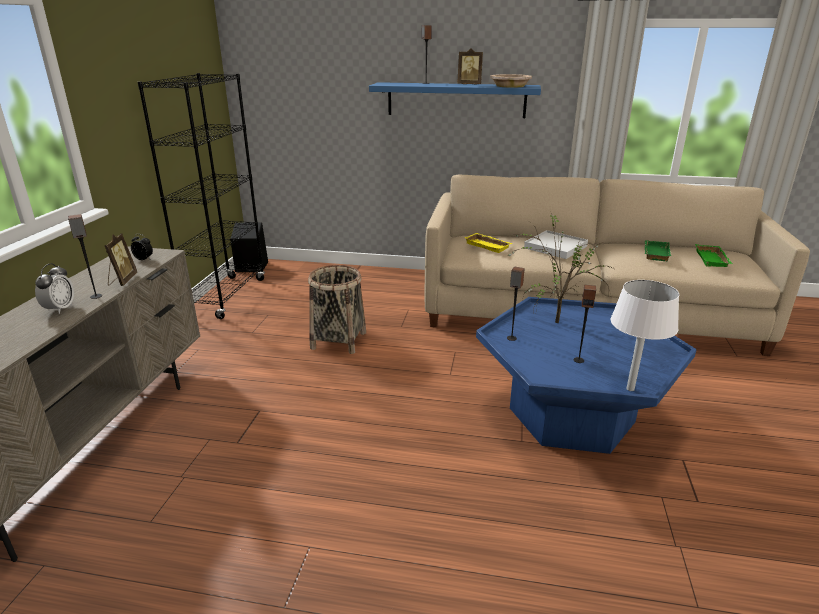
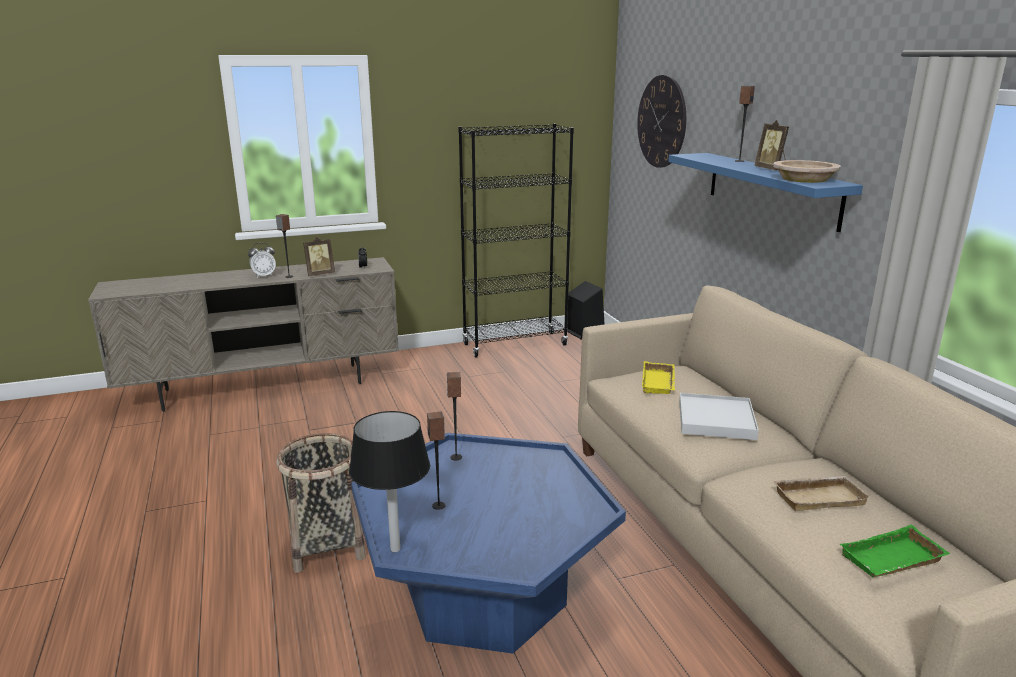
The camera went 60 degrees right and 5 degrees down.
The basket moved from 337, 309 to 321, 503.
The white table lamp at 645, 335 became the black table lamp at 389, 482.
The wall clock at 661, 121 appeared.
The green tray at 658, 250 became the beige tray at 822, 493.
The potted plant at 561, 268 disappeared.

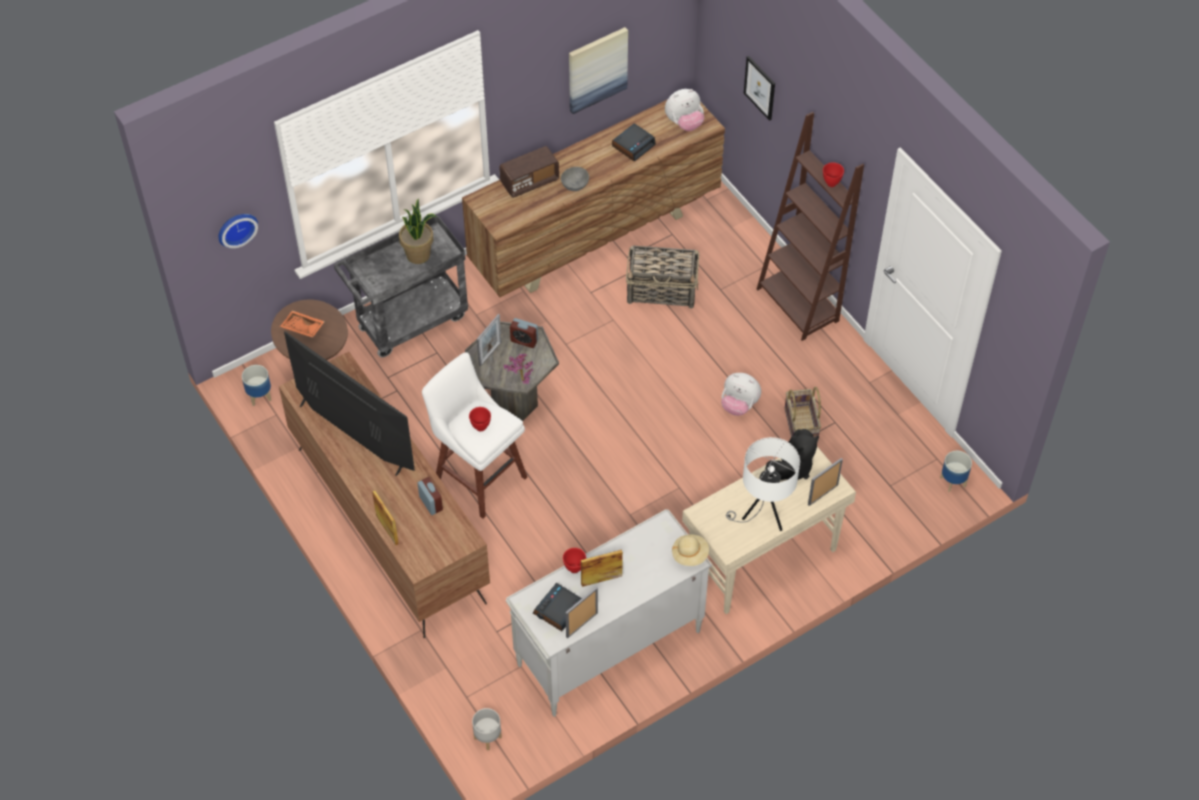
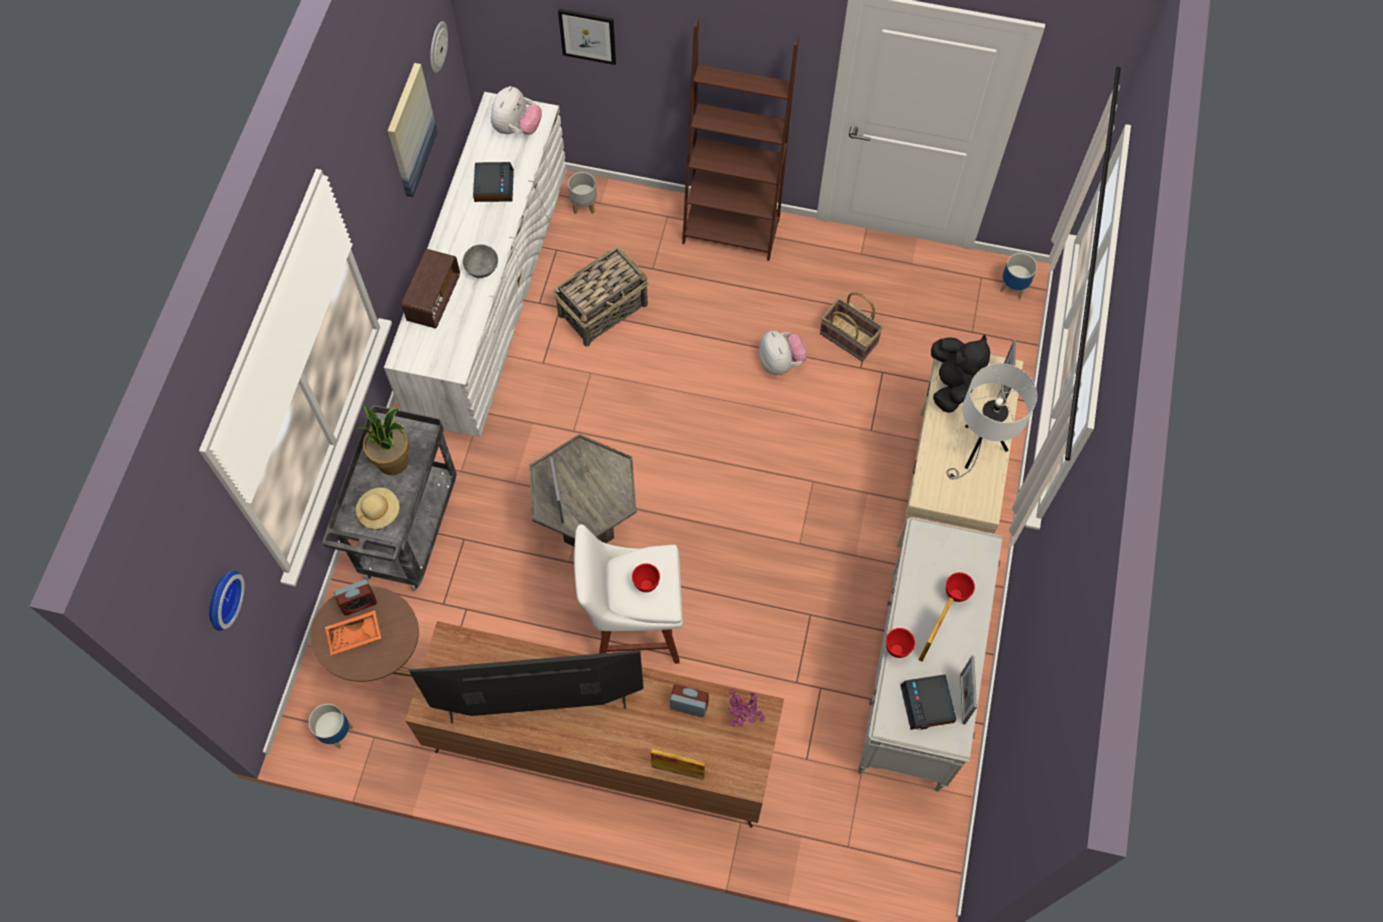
The camera went 45 degrees left and 10 degrees up.
The alarm clock moved from 524, 333 to 355, 597.
The beige hat moved from 690, 550 to 377, 508.
The brown cabinet at 593, 198 became the white cabinet at 475, 264.
The wall clock at 439, 47 appeared.
The grey planter moved from 487, 729 to 582, 193.
The potted plant moved from 518, 369 to 746, 707.
The plush toy at 741, 394 turned 90 degrees counterclockwise.
The red bowl moved from 833, 174 to 960, 587.

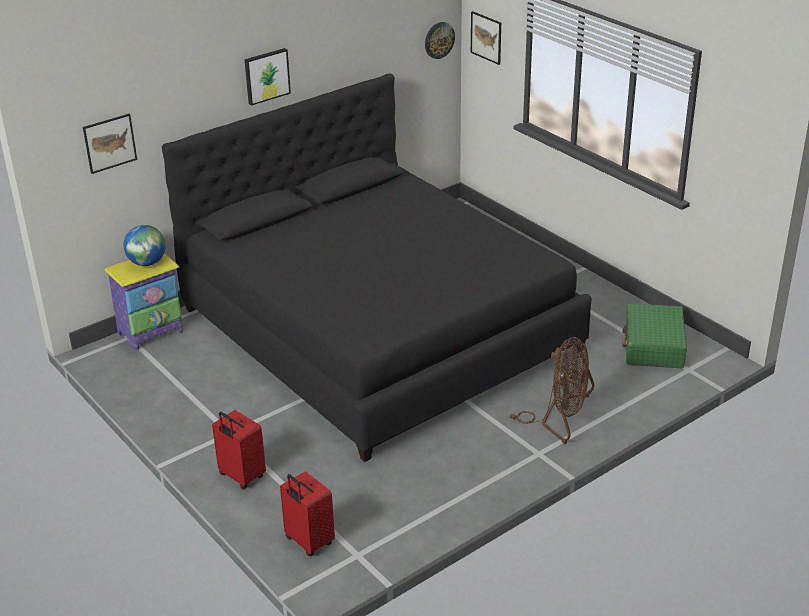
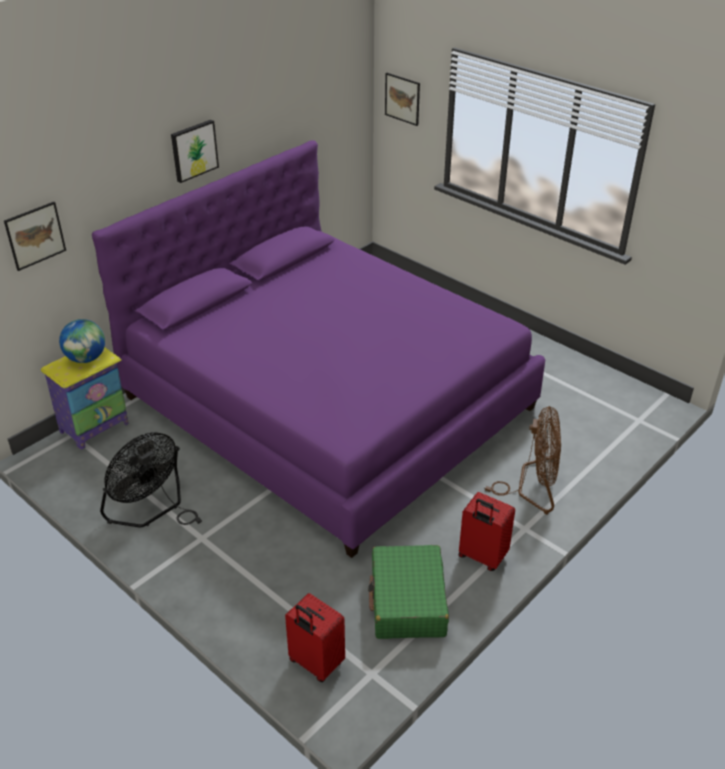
The camera went 10 degrees left and 5 degrees up.
The black bed at 377, 268 became the purple bed at 319, 349.
The black fan at 151, 479 appeared.
The green suitcase moved from 654, 335 to 408, 592.
The red suitcase moved from 239, 449 to 487, 531.
The wall clock at 440, 40 disappeared.

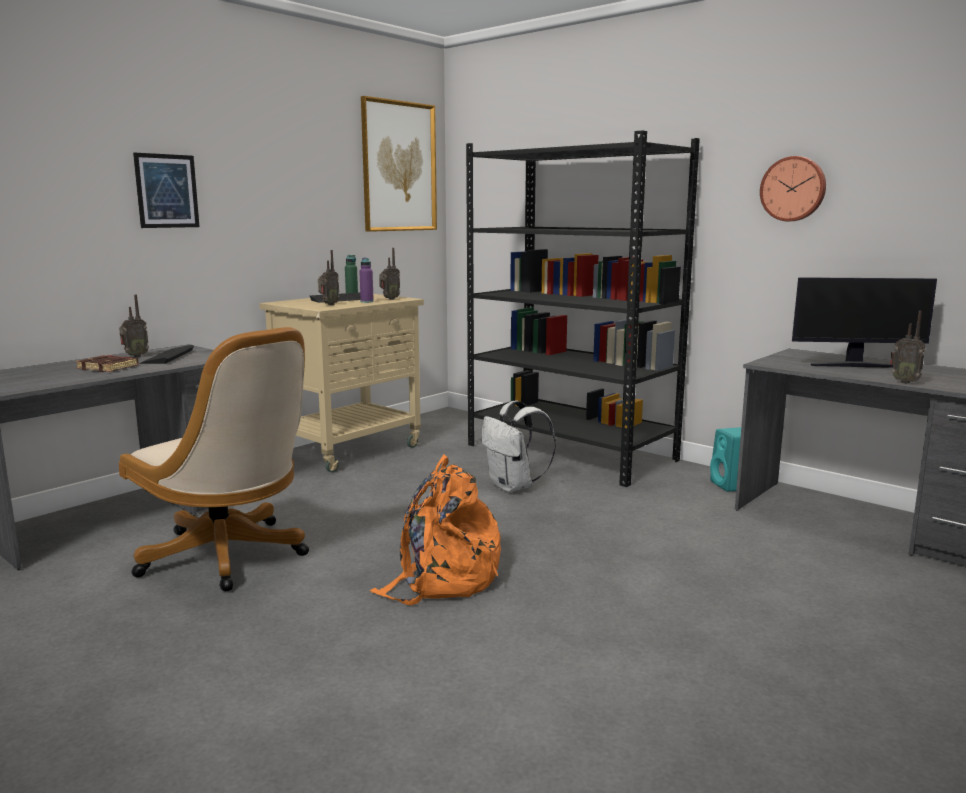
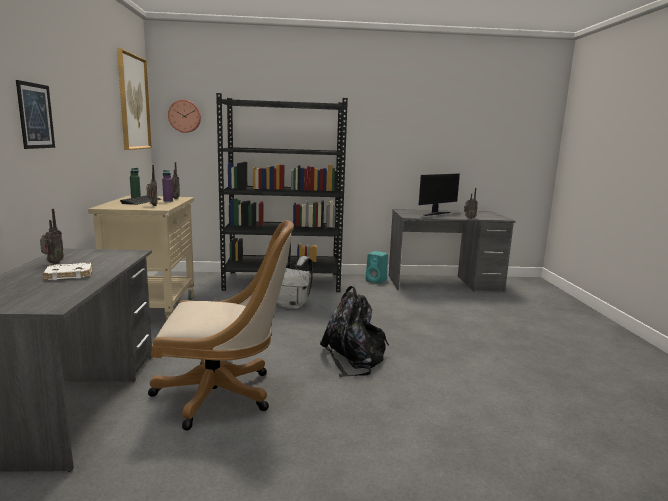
The camera went 45 degrees left and 0 degrees up.
The brown book at 107, 363 became the white book at 67, 271.
The wall clock moved from 793, 188 to 184, 116.
The orange backpack at 435, 530 became the black backpack at 354, 331.
The keyboard at 166, 354 disappeared.

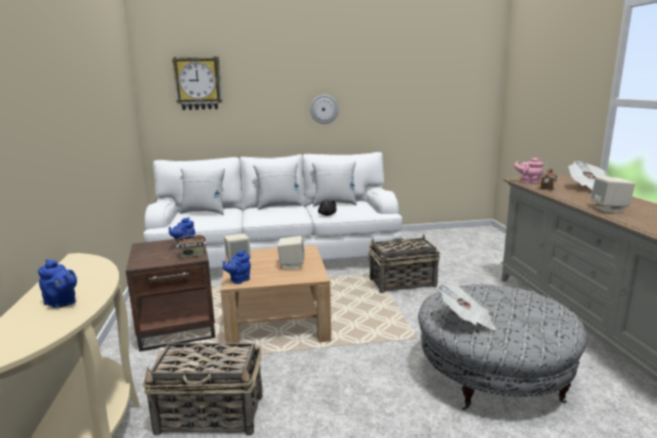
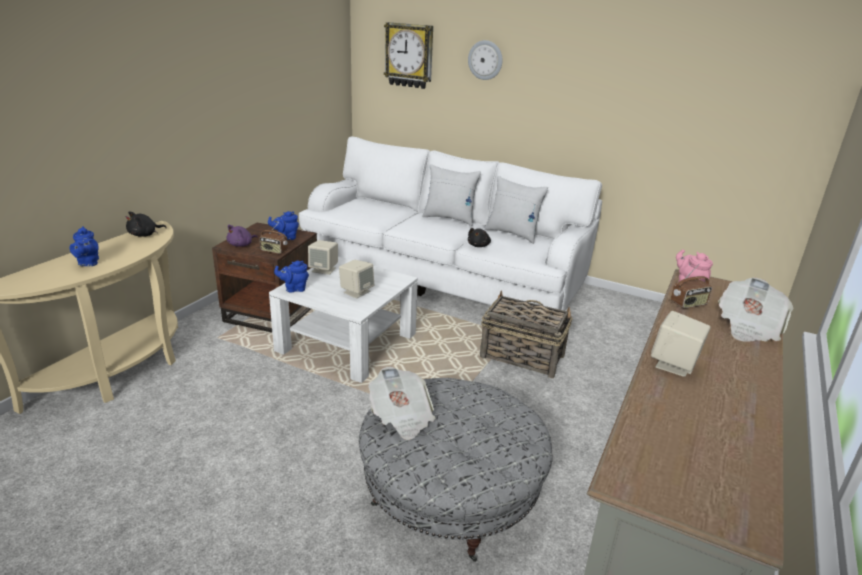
The camera went 35 degrees right and 10 degrees up.
The black plush toy at 146, 224 appeared.
The purple plush toy at 242, 236 appeared.
The brown coffee table at 276, 294 became the white coffee table at 343, 319.
The wall clock moved from 324, 109 to 485, 60.
The basket at 202, 389 disappeared.
The grey pillow at 202, 191 disappeared.

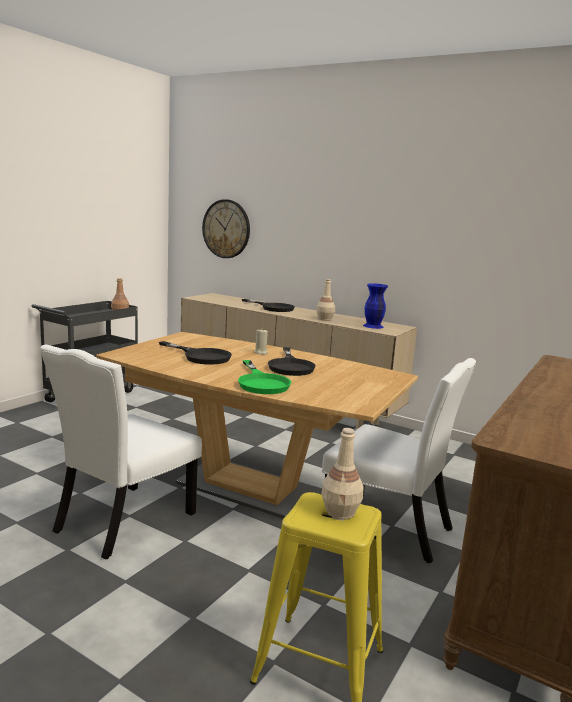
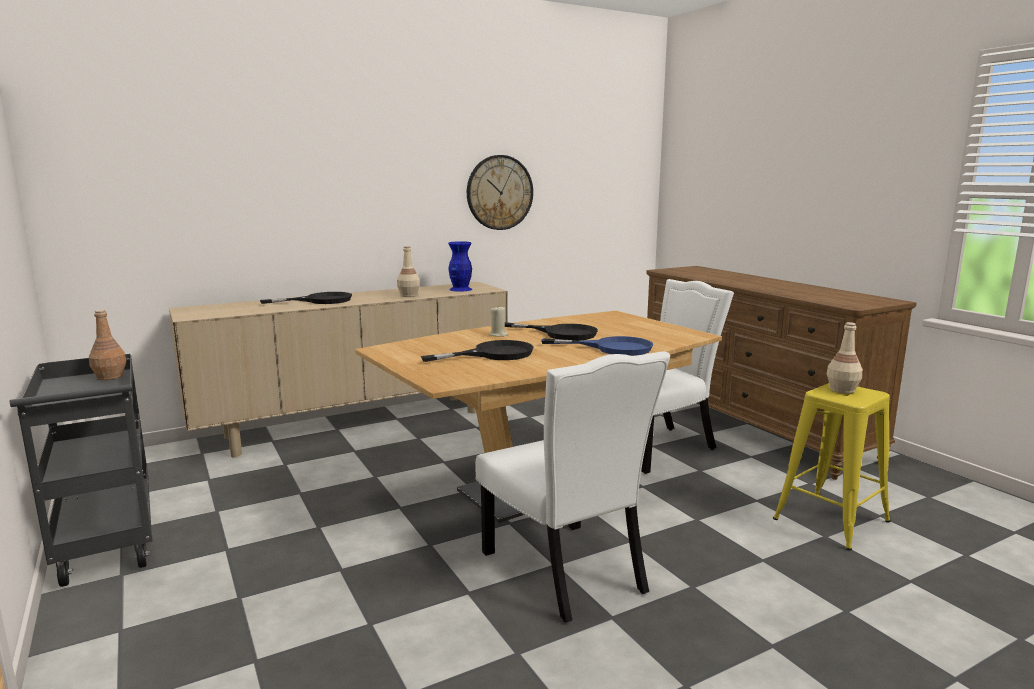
The camera went 60 degrees left and 0 degrees up.
The wall clock moved from 226, 228 to 500, 192.
The green frying pan at 264, 377 became the blue frying pan at 597, 346.

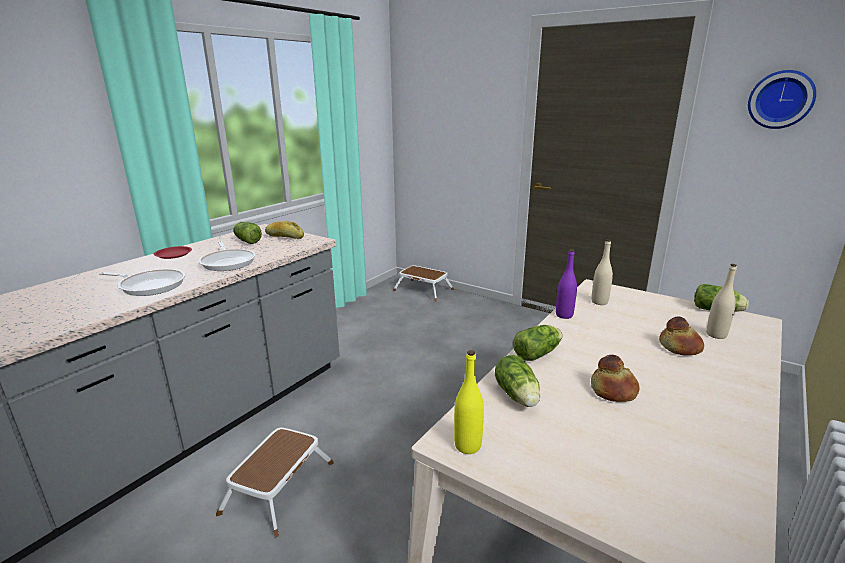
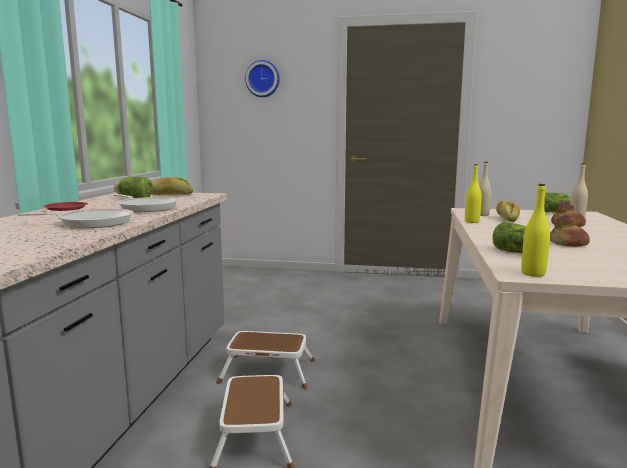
The camera went 25 degrees left and 10 degrees down.
The brown step ladder moved from 423, 283 to 265, 360.
The wall clock moved from 782, 99 to 262, 78.
The purple bottle at 566, 284 became the yellow bottle at 473, 193.
The bread at 508, 211 appeared.
The lettuce at 537, 343 disappeared.

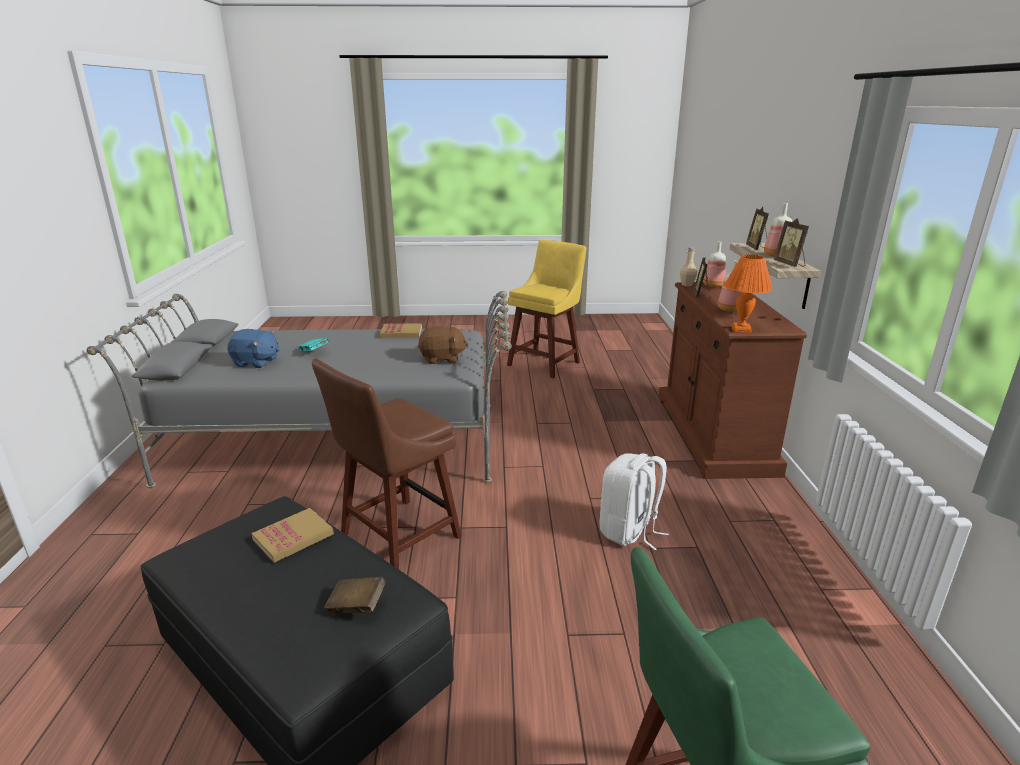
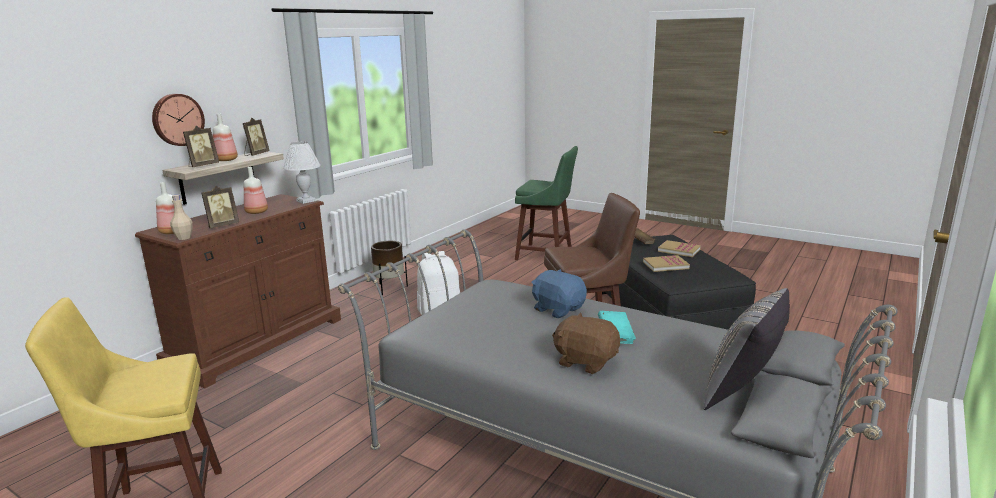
The camera went 145 degrees left and 5 degrees down.
The wall clock at 178, 120 appeared.
The orange table lamp at 748, 293 became the white table lamp at 302, 173.
The brown planter at 389, 268 appeared.
The blue plush toy moved from 253, 348 to 559, 293.
The brown plush toy moved from 443, 345 to 586, 343.
The book moved from 401, 330 to 679, 248.
The grey pillow at 746, 349 appeared.

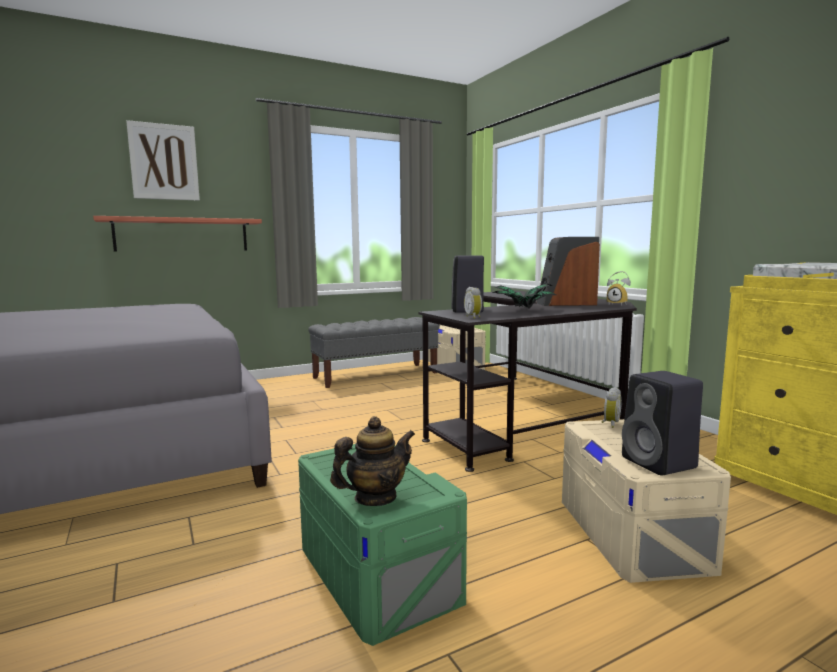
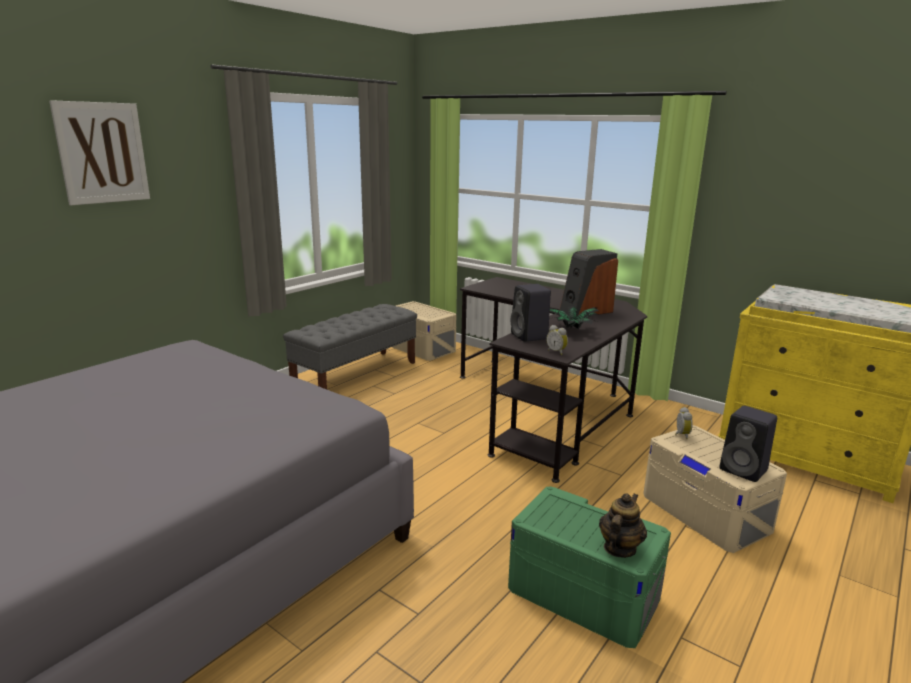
The camera went 25 degrees left and 10 degrees up.
The shelf at 177, 233 disappeared.
The alarm clock at 619, 288 disappeared.

